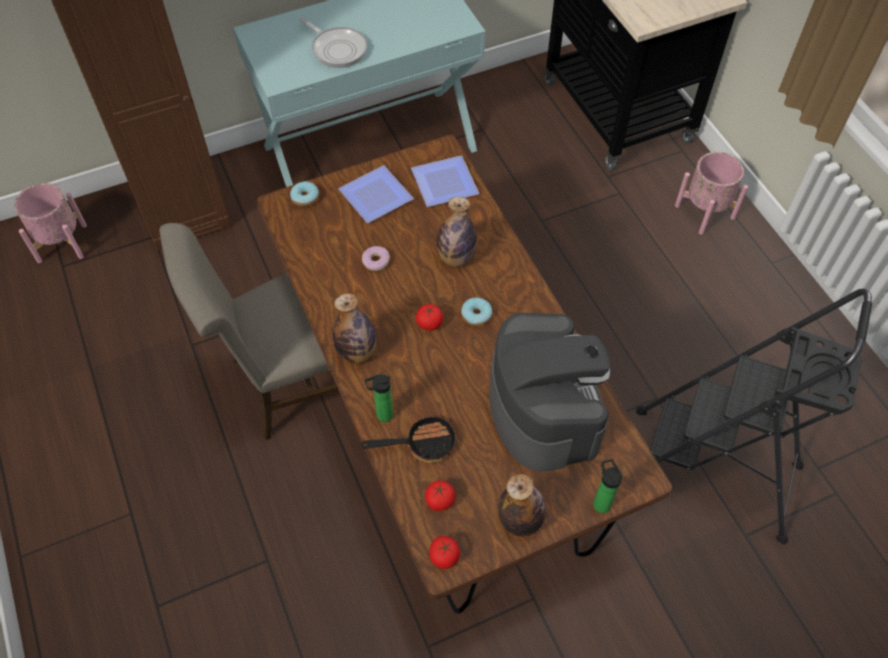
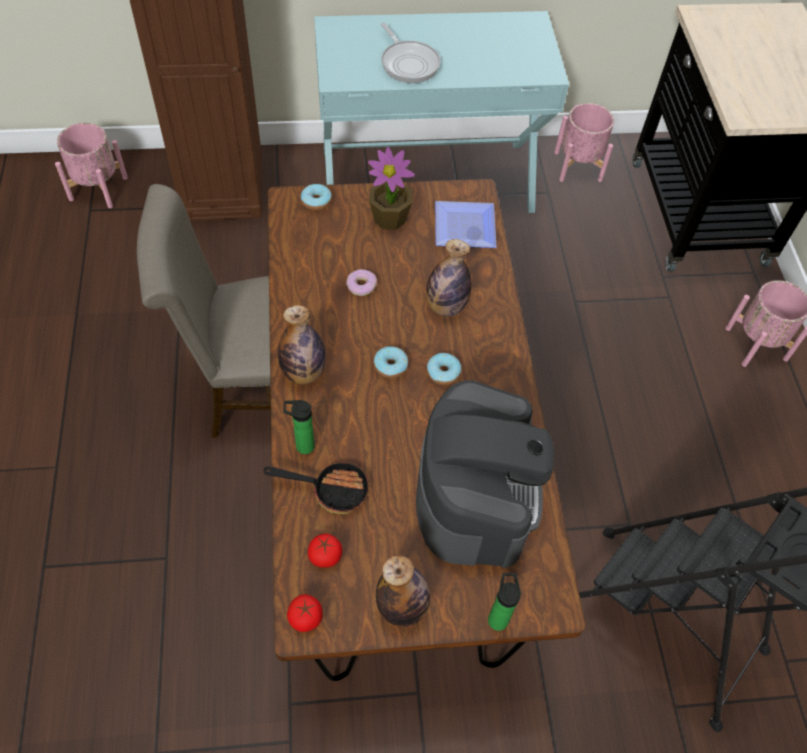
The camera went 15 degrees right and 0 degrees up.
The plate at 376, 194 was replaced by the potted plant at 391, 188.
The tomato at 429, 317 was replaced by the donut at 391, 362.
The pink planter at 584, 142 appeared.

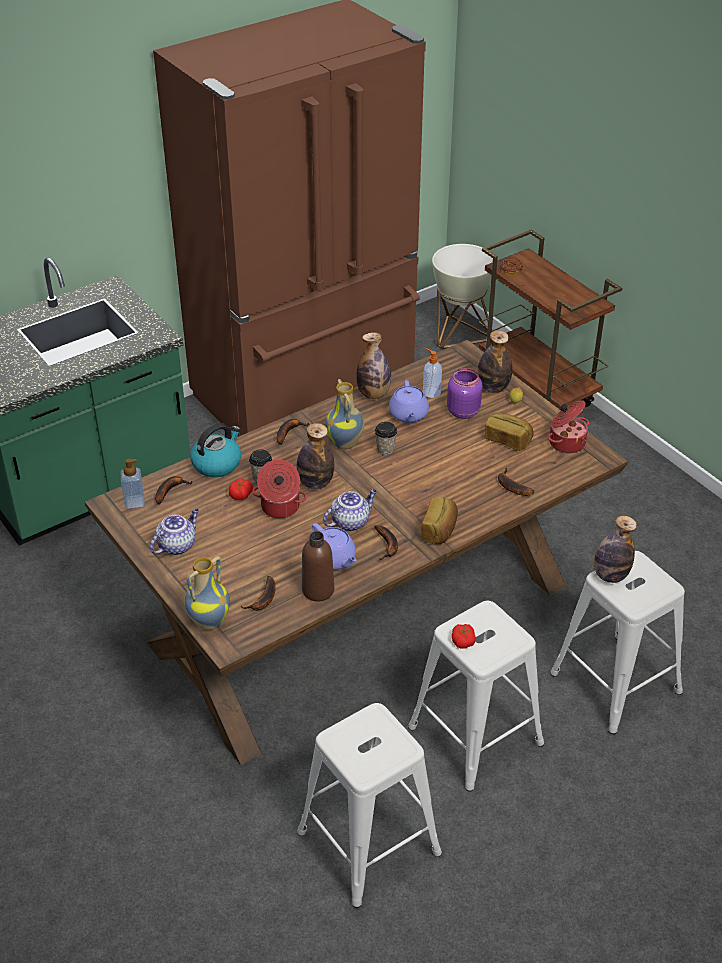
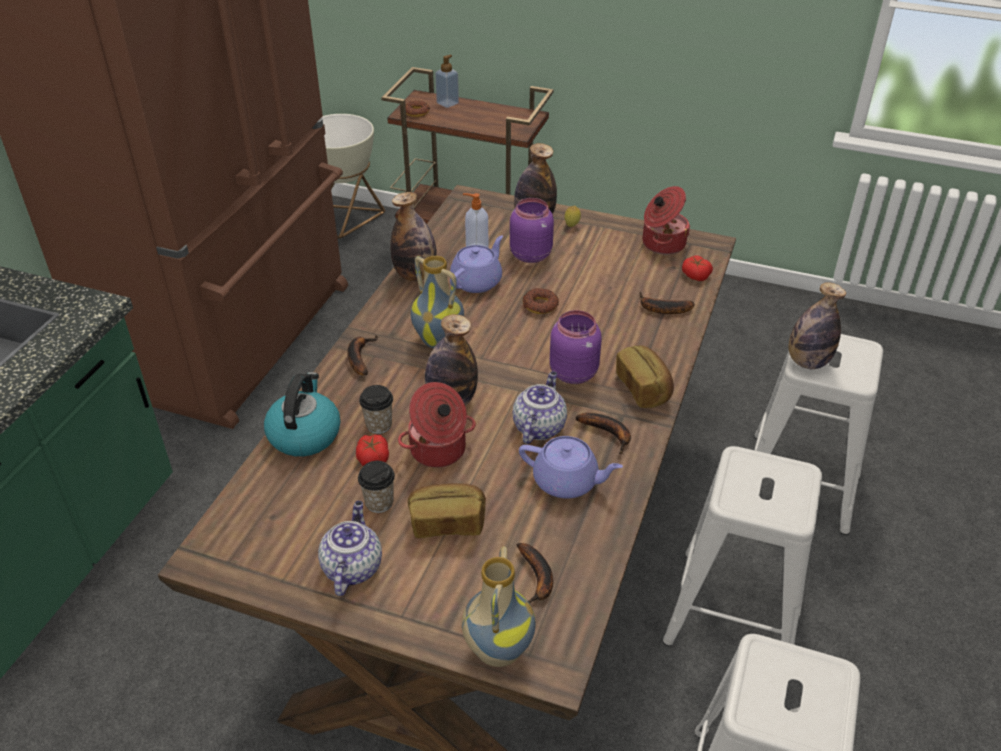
The camera went 35 degrees left and 0 degrees up.
The cup moved from 386, 438 to 376, 487.
The bread moved from 509, 432 to 447, 510.
The soap dispenser moved from 133, 484 to 447, 81.
The purple teapot at 409, 401 turned 105 degrees counterclockwise.
The donut at 541, 301 appeared.
The purple jar at 576, 347 appeared.
The tomato moved from 464, 636 to 697, 268.
The banana at 174, 490 disappeared.
The brown bottle at 318, 566 disappeared.

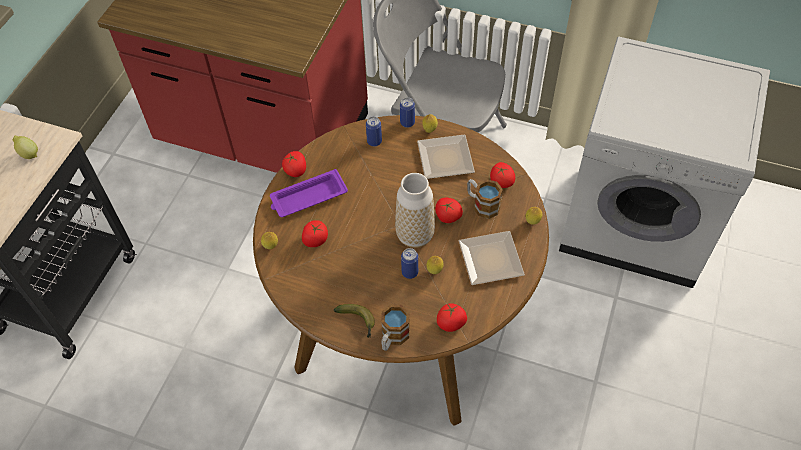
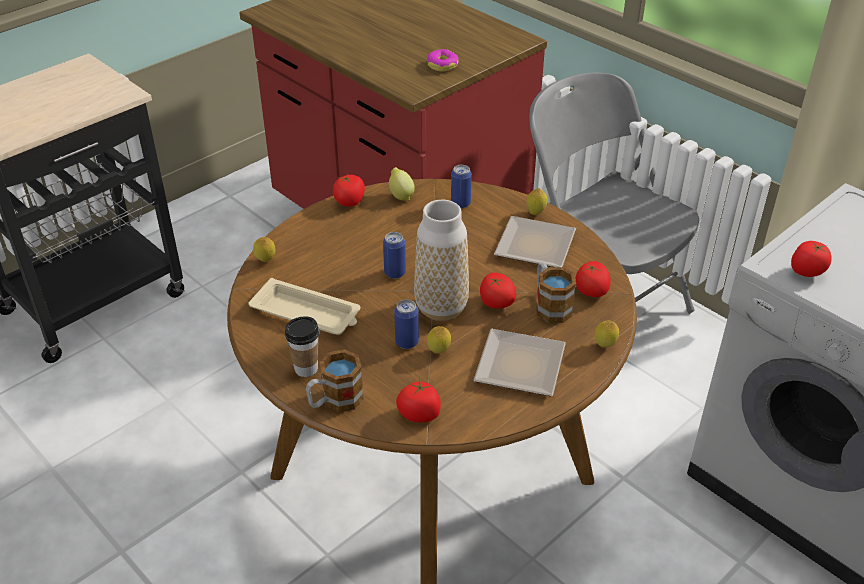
The camera went 25 degrees right and 15 degrees down.
The beige tray at 304, 306 appeared.
The banana at 354, 321 was replaced by the cup at 302, 347.
The can moved from 407, 112 to 394, 255.
The lemon moved from 25, 147 to 402, 184.
The donut at 443, 60 appeared.
The tomato moved from 315, 233 to 811, 259.
The purple tray at 309, 193 disappeared.

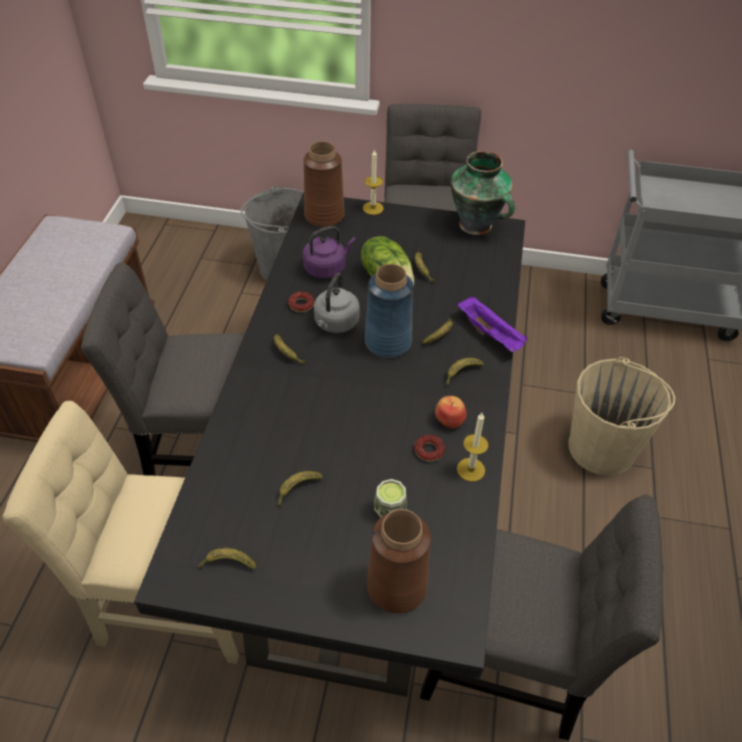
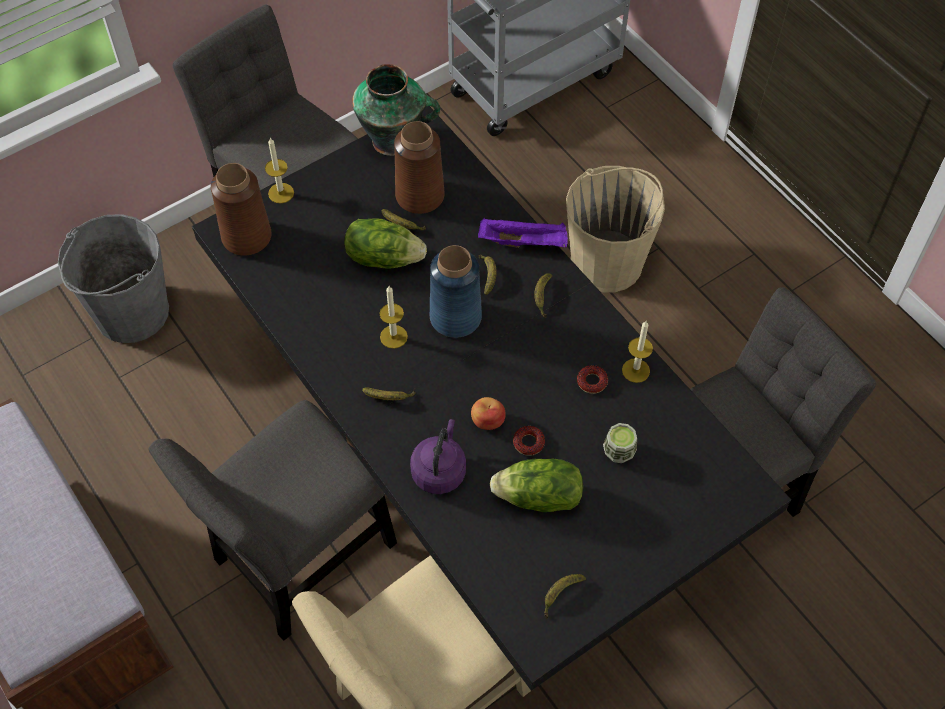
The camera went 45 degrees left and 10 degrees up.
The grey kettle at 337, 303 was replaced by the candle at 394, 317.
The brown vase moved from 399, 561 to 419, 167.
The purple kettle moved from 329, 252 to 438, 456.
The apple moved from 451, 412 to 488, 413.
The banana at 300, 489 was replaced by the lettuce at 536, 485.
The donut moved from 301, 301 to 529, 441.

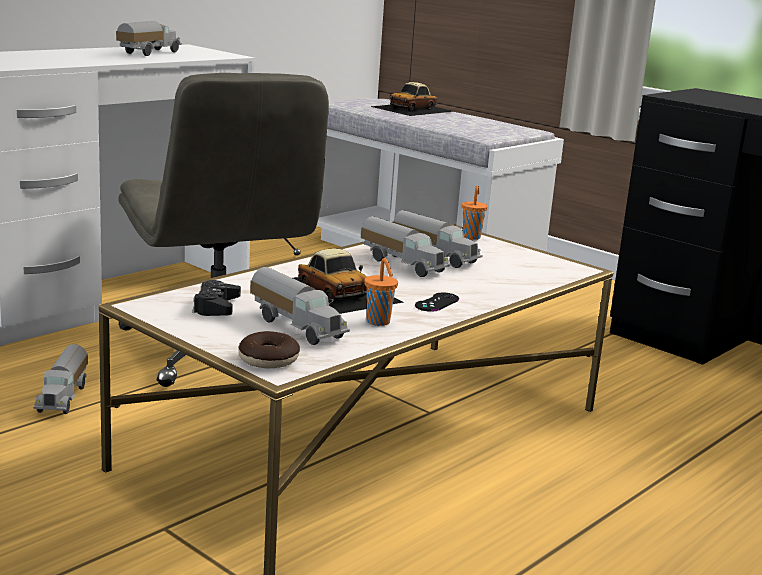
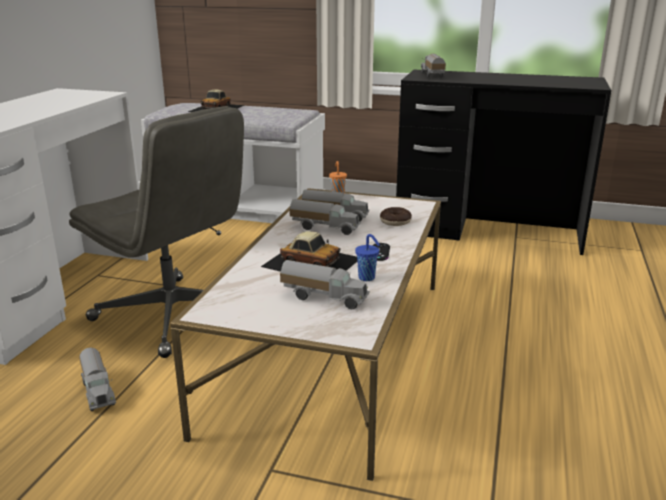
The camera went 25 degrees left and 5 degrees up.
The orange cup at 381, 292 became the blue cup at 367, 257.
The donut moved from 269, 349 to 396, 216.
The toy truck moved from 149, 38 to 433, 65.
The black game controller at 216, 298 disappeared.

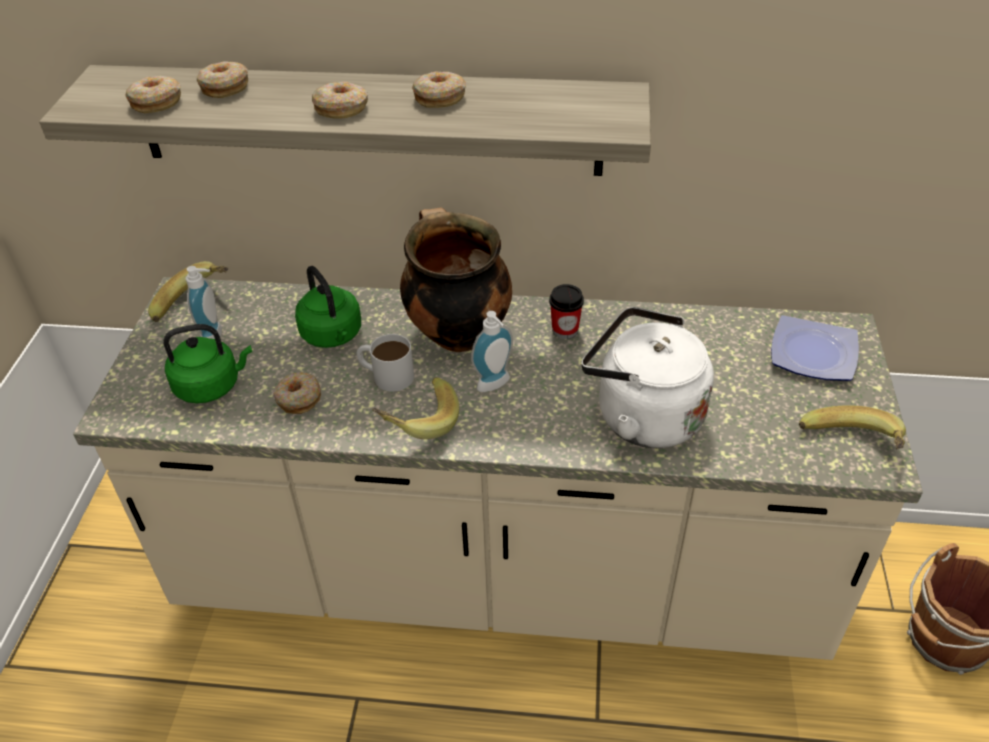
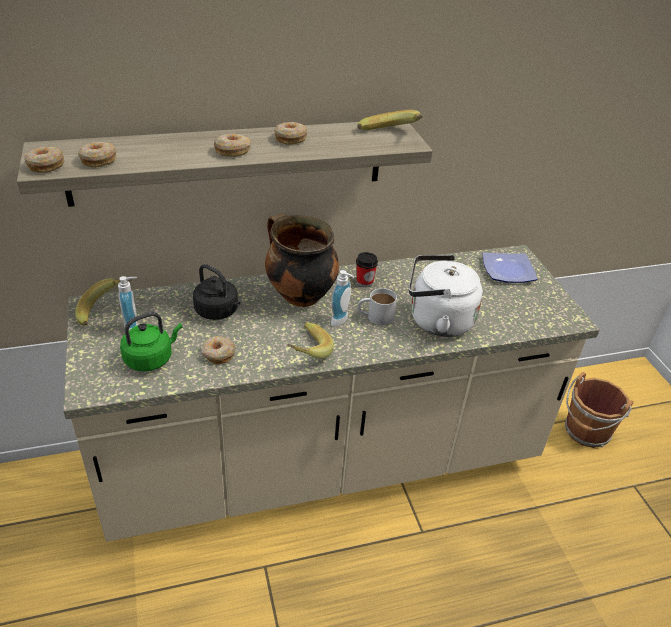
The camera went 25 degrees left and 5 degrees down.
The donut moved from 222, 79 to 44, 160.
The green kettle at 328, 307 became the black kettle at 216, 292.
The banana moved from 852, 427 to 390, 120.
The white mug moved from 385, 363 to 377, 307.

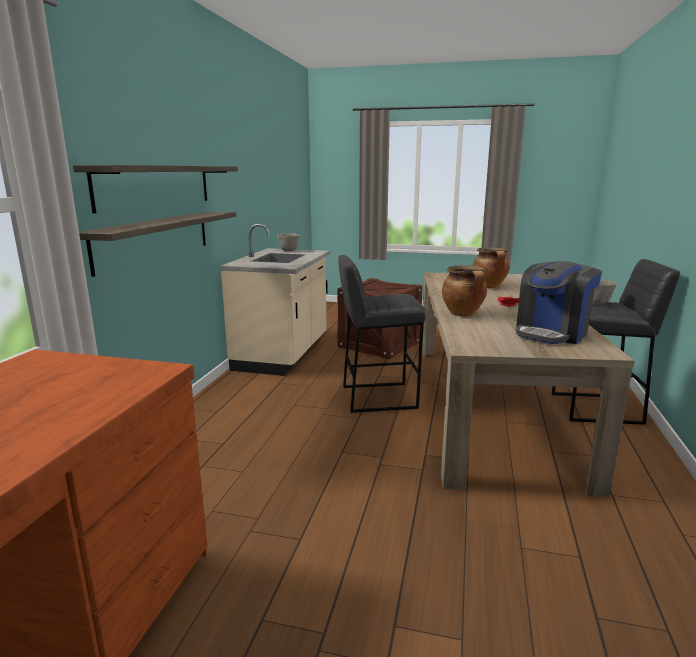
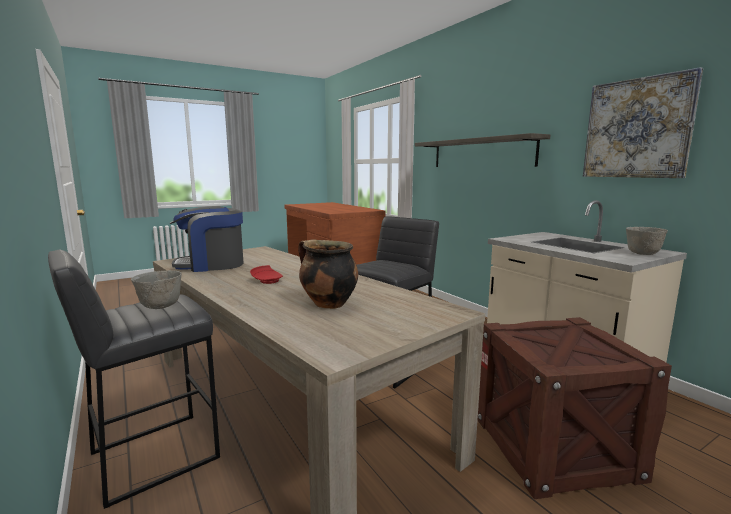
The camera went 135 degrees right and 5 degrees down.
The coffee machine at 559, 302 turned 105 degrees counterclockwise.
The picture at 643, 122 appeared.
The shelf at 157, 244 disappeared.
The cooking pot at 464, 290 disappeared.

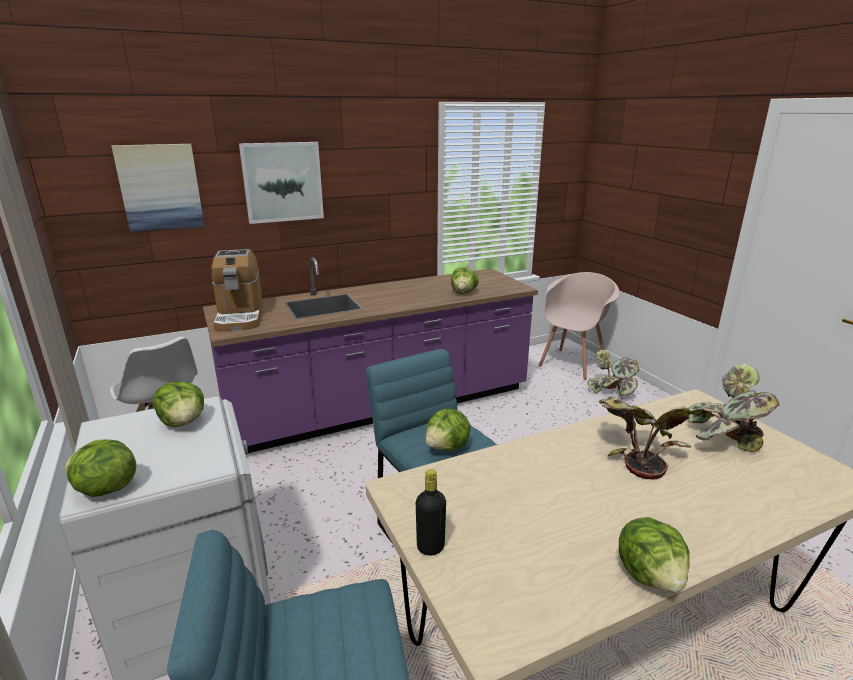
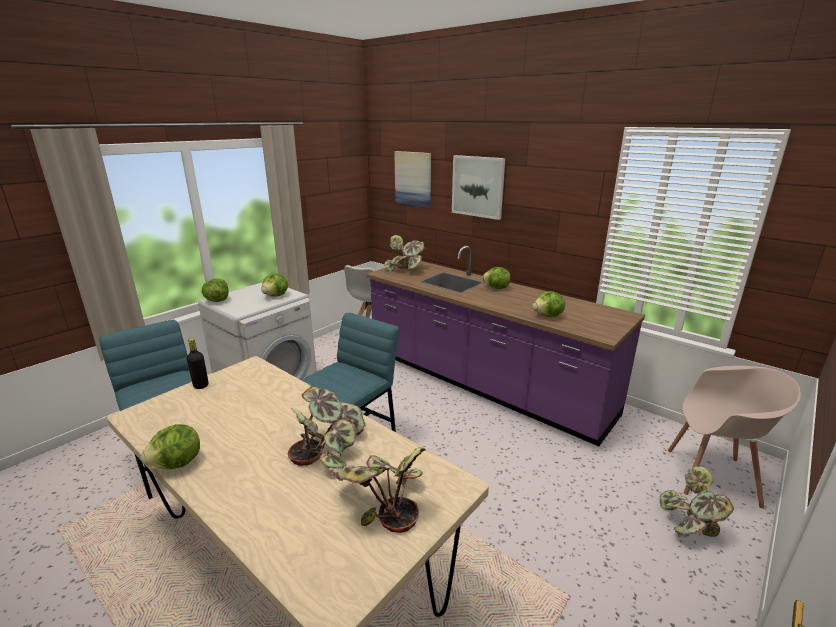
The camera went 65 degrees right and 0 degrees up.
The coffee machine at 237, 290 was replaced by the potted plant at 404, 253.
The lettuce moved from 448, 429 to 496, 278.

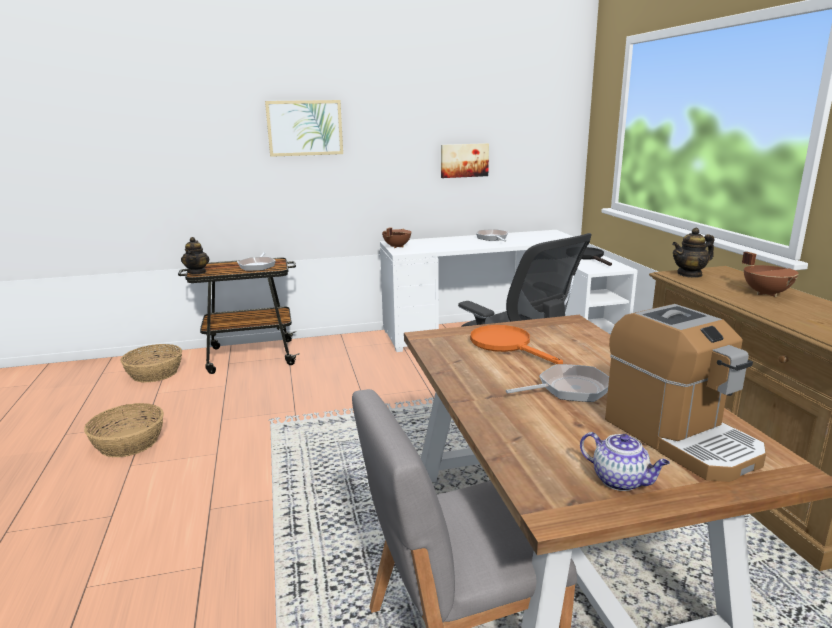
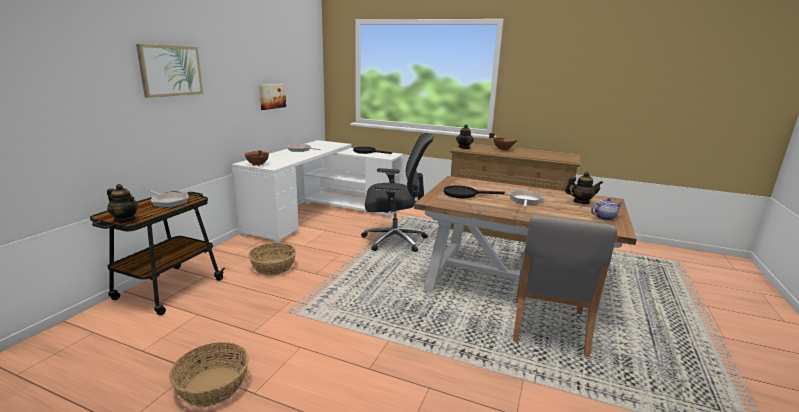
The camera went 55 degrees left and 0 degrees up.
The basket moved from 151, 363 to 272, 259.
The orange frying pan at 516, 344 became the black frying pan at 474, 191.
The coffee machine at 685, 393 was replaced by the teapot at 584, 188.

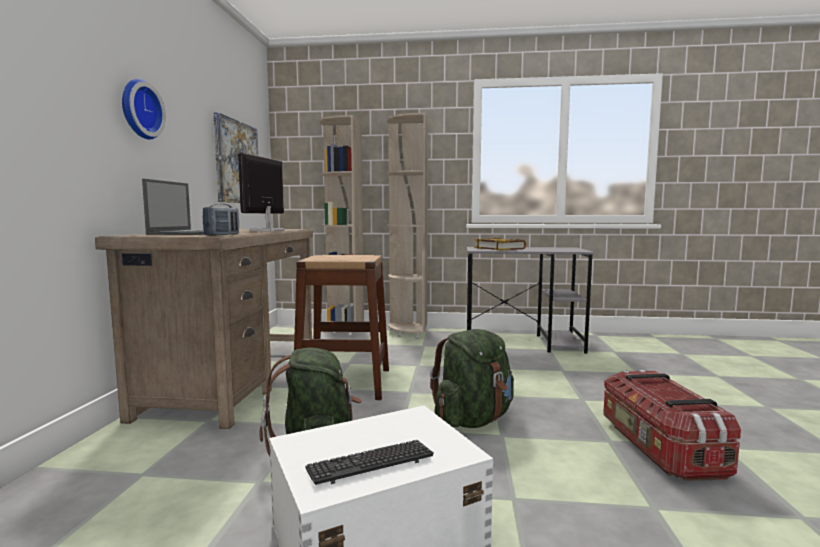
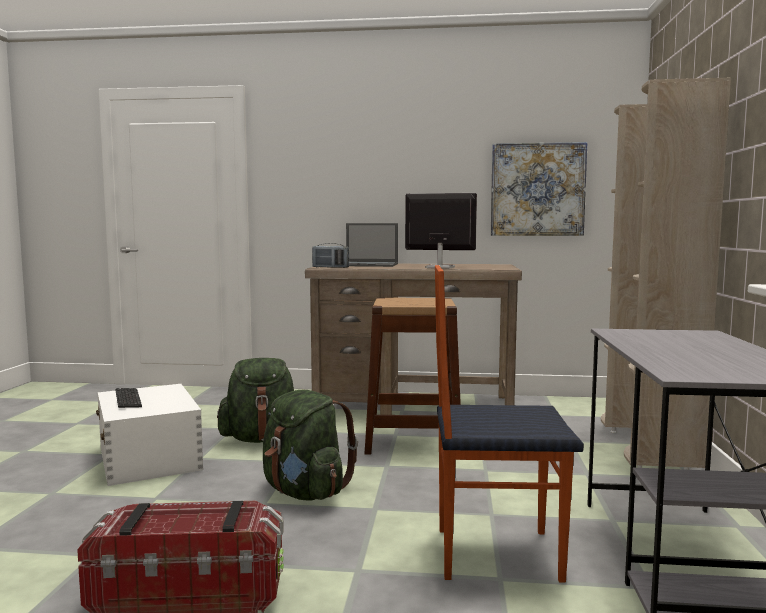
The camera went 90 degrees right and 0 degrees up.
The chair at 509, 424 appeared.
The wall clock at 144, 109 disappeared.
The book at 500, 244 disappeared.

